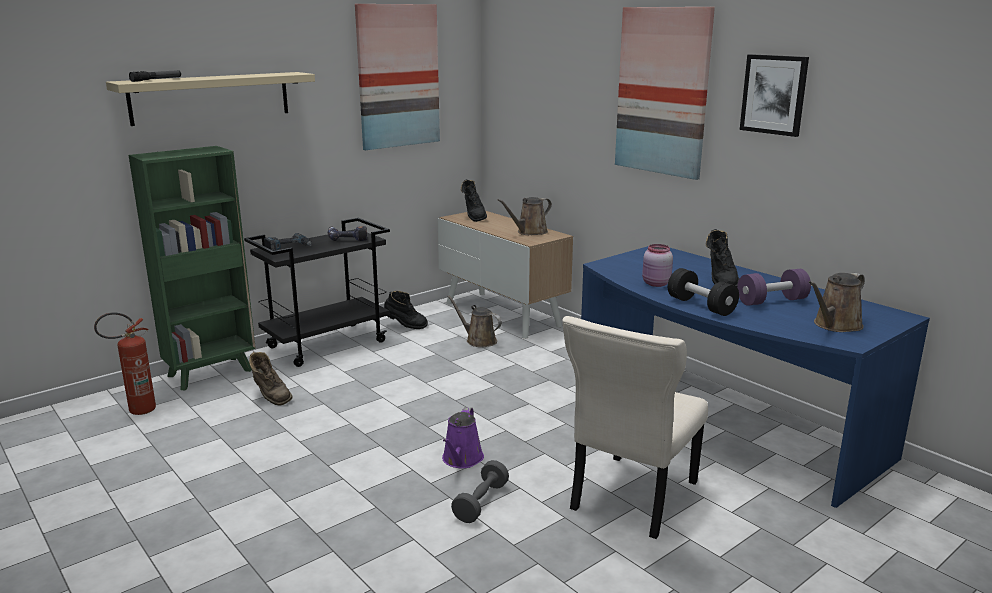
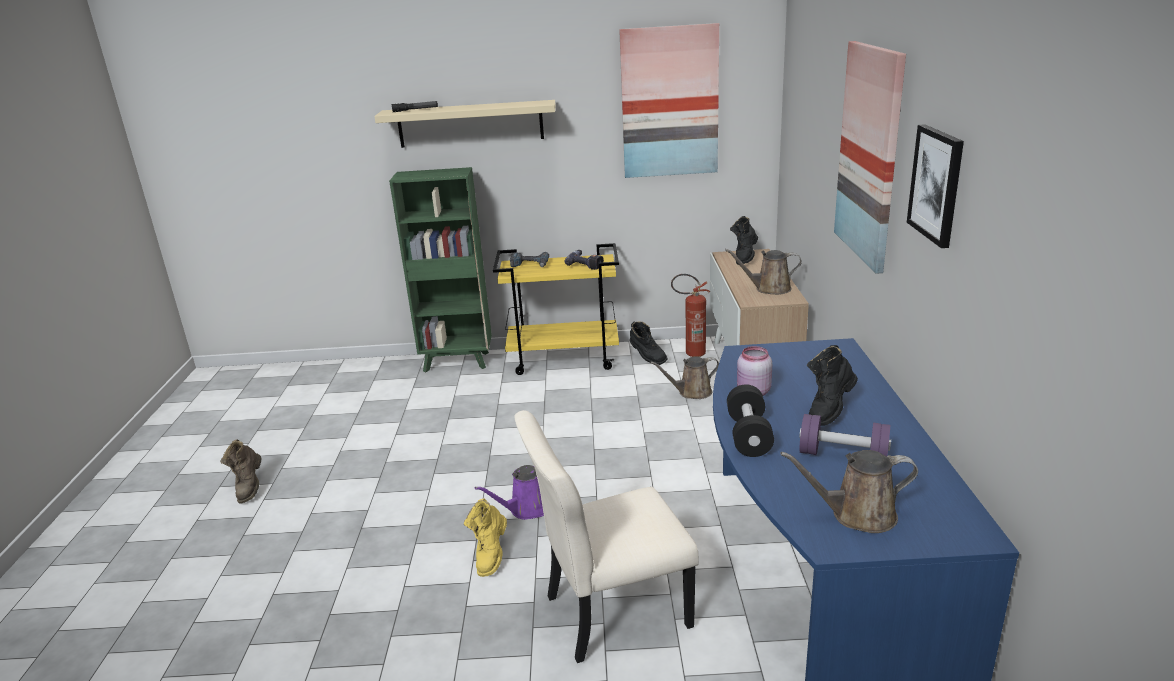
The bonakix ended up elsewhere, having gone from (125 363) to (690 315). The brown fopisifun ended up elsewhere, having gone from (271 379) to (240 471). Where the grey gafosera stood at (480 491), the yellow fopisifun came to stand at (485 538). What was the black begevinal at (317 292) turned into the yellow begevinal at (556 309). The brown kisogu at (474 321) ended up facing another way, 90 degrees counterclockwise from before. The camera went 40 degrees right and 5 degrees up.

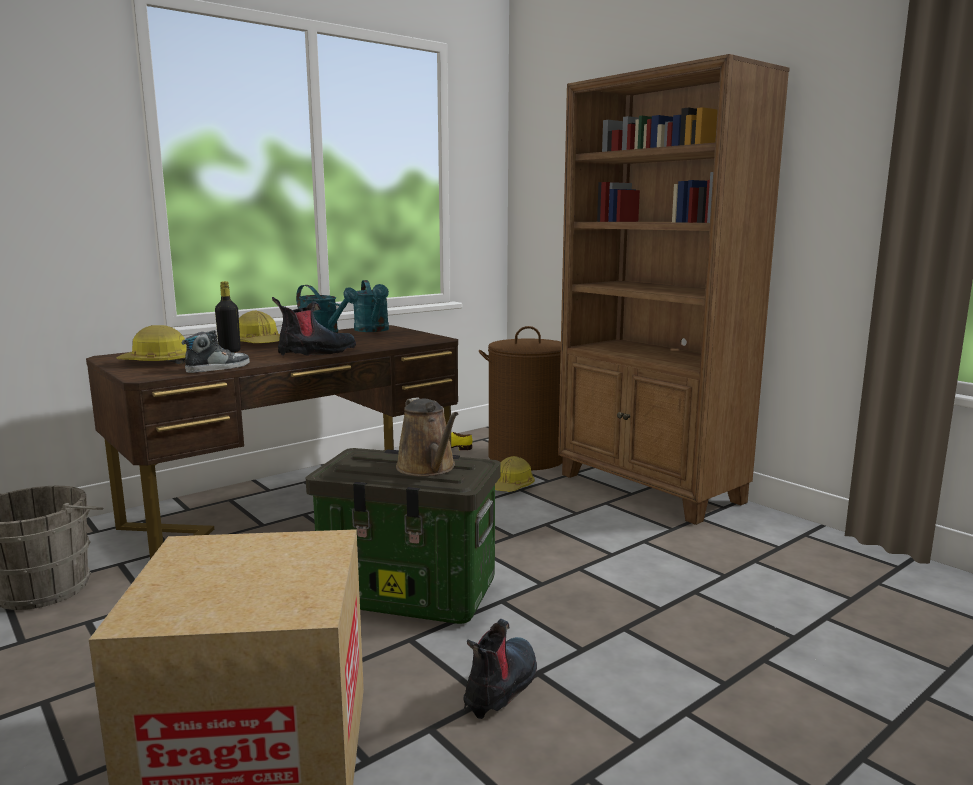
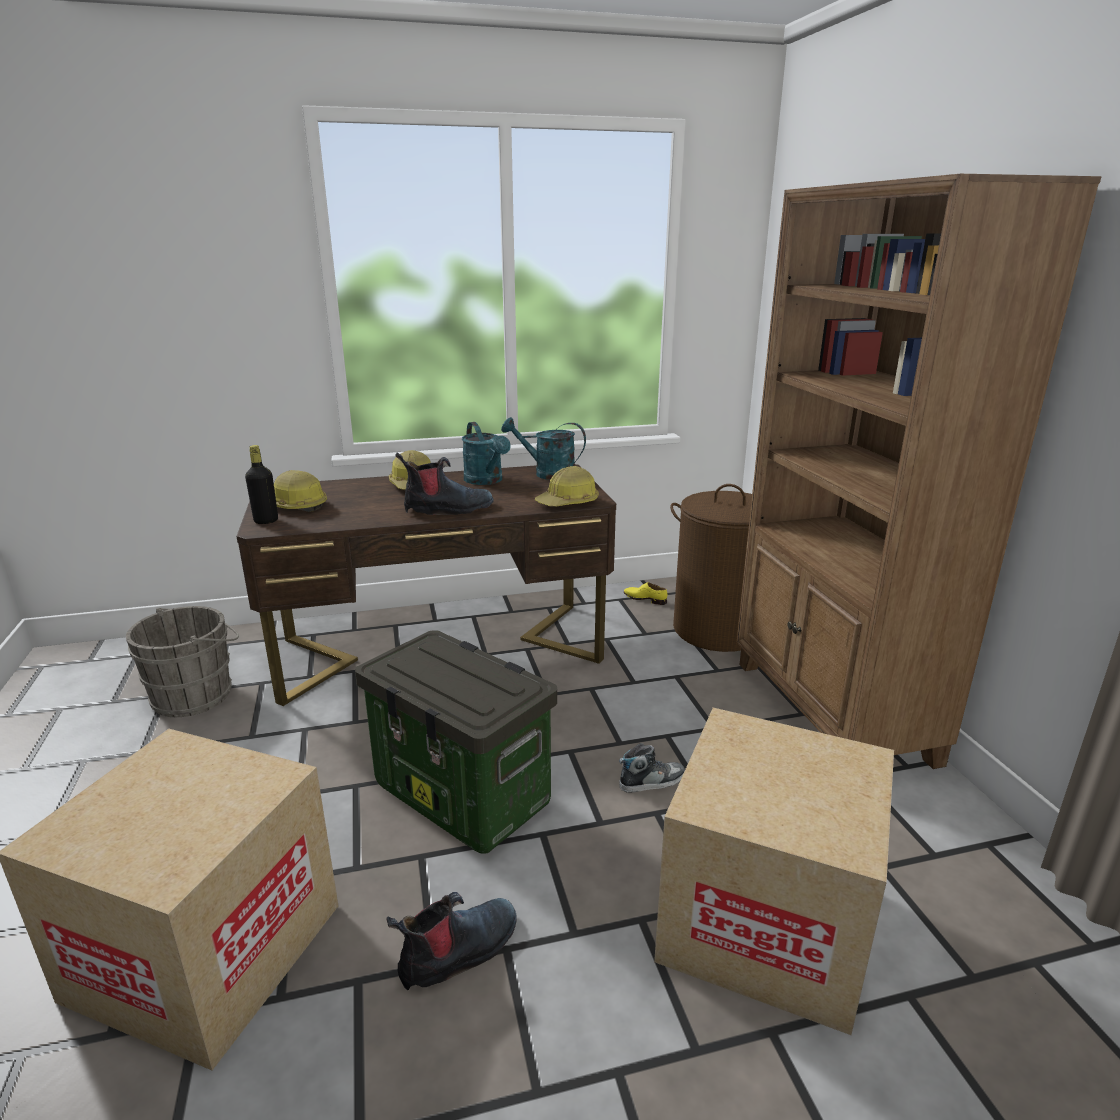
The second view lost the brown kisogu at (427 436). The second view gained the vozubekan at (774 871). The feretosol ended up elsewhere, having gone from (216 351) to (652 768). The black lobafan ended up elsewhere, having gone from (228 317) to (261 484). The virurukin ended up elsewhere, having gone from (515 474) to (566 486). The turquoise kisogu at (371 306) ended up facing another way, 105 degrees clockwise from before. The camera went 25 degrees right and 10 degrees up.

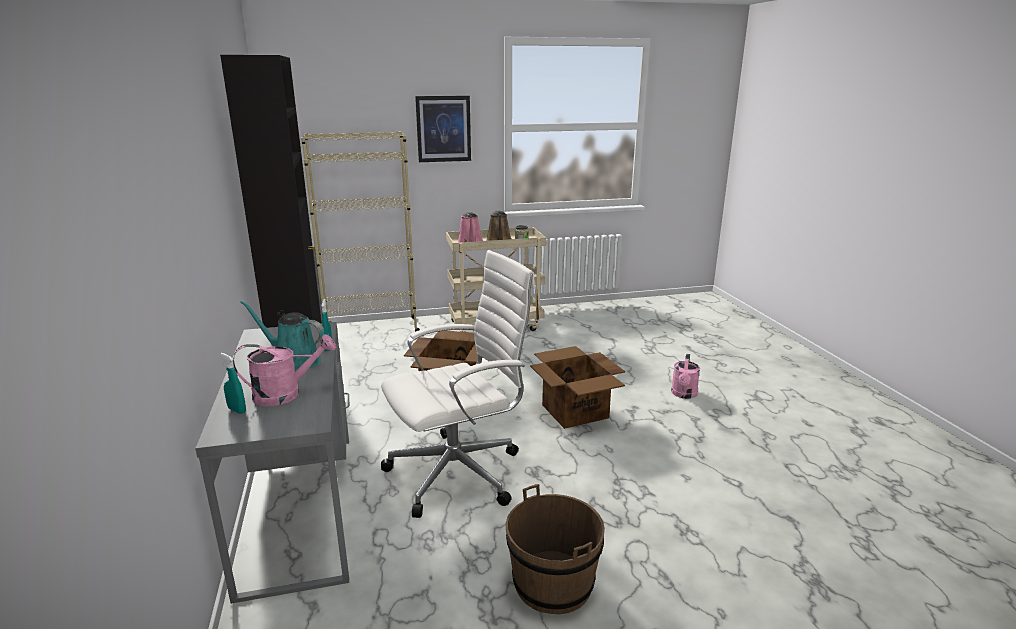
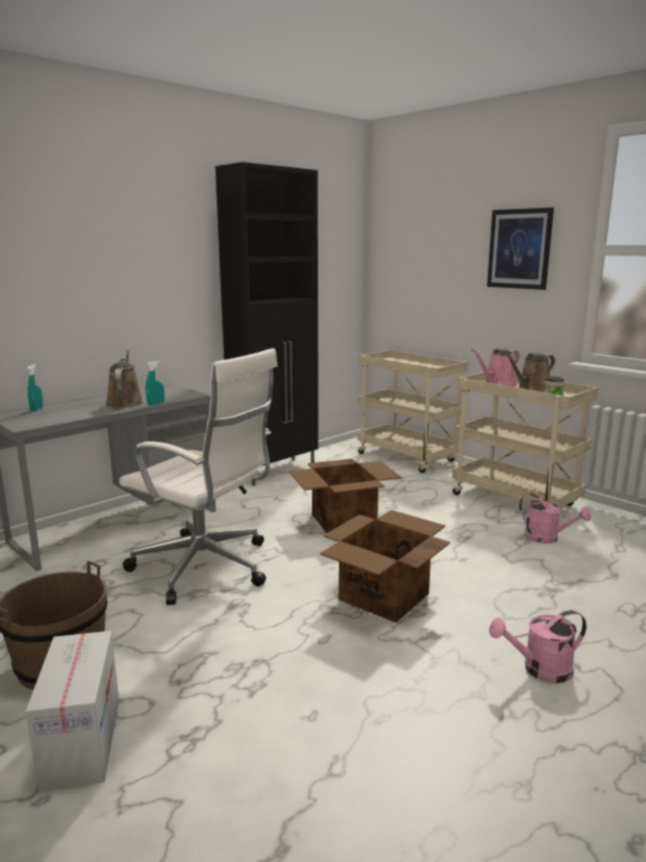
The second view gained the vozubekan at (72 711). The pink kisogu ended up elsewhere, having gone from (284 370) to (555 518). Where the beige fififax stood at (360 231), the beige begevinal came to stand at (413 411). What was the turquoise kisogu at (282 335) turned into the brown kisogu at (124 378). The camera went 60 degrees right and 5 degrees down.

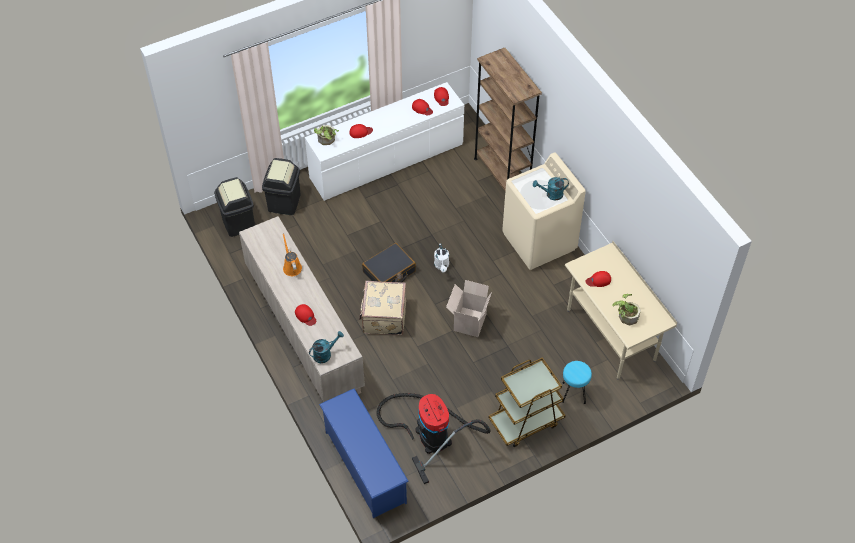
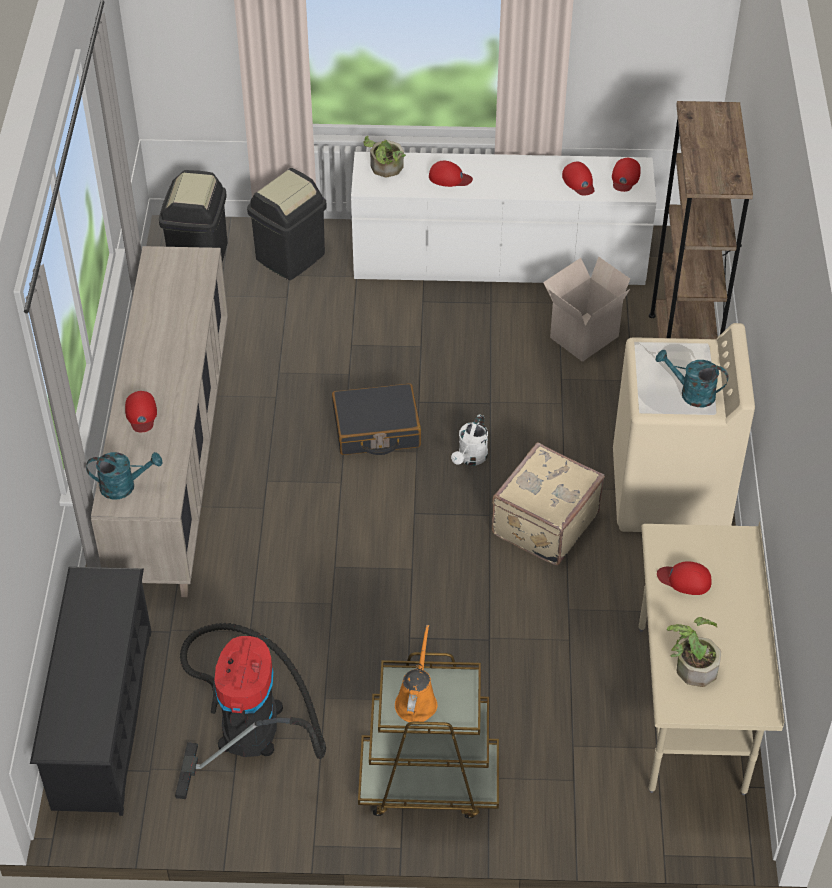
The second view lost the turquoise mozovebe at (577 382). The orange kisogu ended up elsewhere, having gone from (292 254) to (416 673). The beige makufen ended up elsewhere, having gone from (382 308) to (548 503). The vozubekan ended up elsewhere, having gone from (469 308) to (586 309). What was the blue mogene at (364 453) turned into the black mogene at (90 691). The camera went 30 degrees right and 5 degrees down.

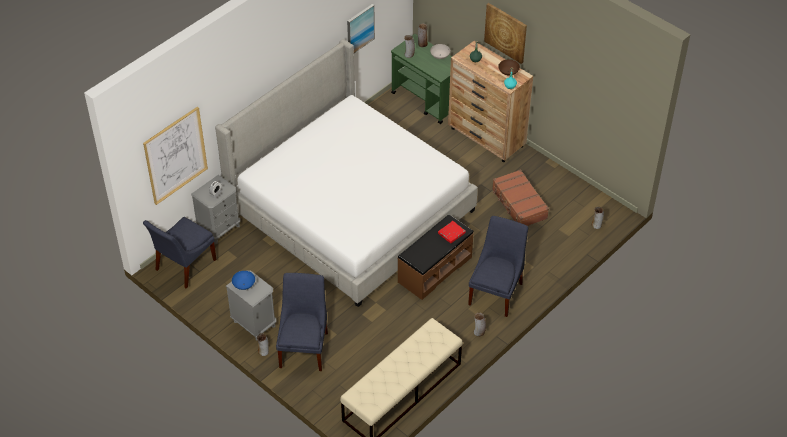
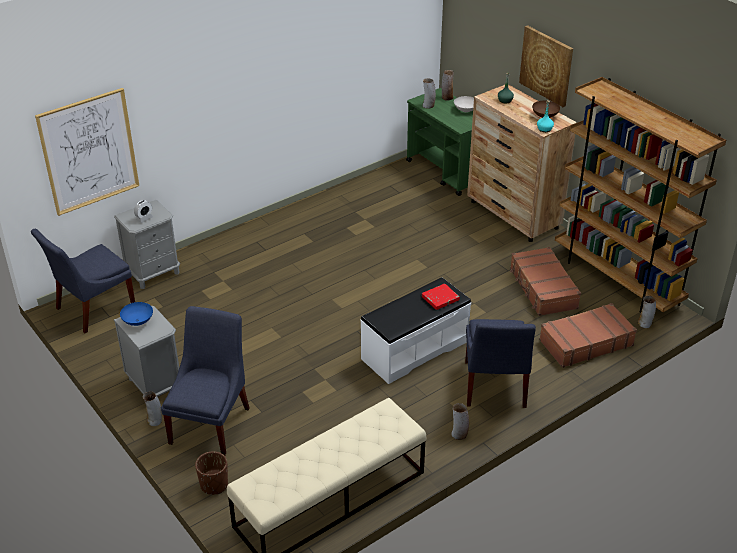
The second view lost the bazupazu at (346 173). The second view lost the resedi at (361 28). The second view gained the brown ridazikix at (211 473). The second view gained the brown makufen at (588 335). The second view gained the brown fififax at (640 195). What was the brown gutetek at (436 257) turned into the white gutetek at (416 330). The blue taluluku at (498 266) ended up facing another way, 150 degrees clockwise from before. The camera went 10 degrees right and 10 degrees down.

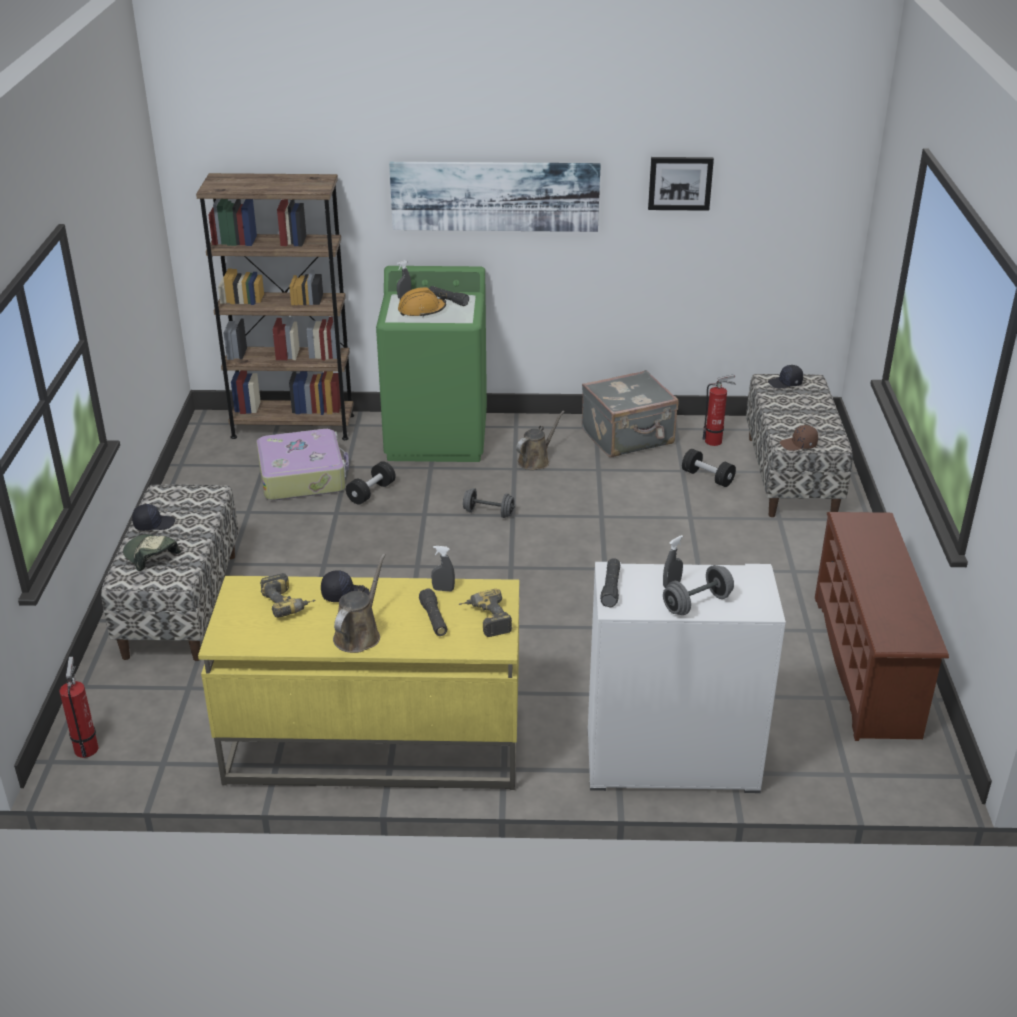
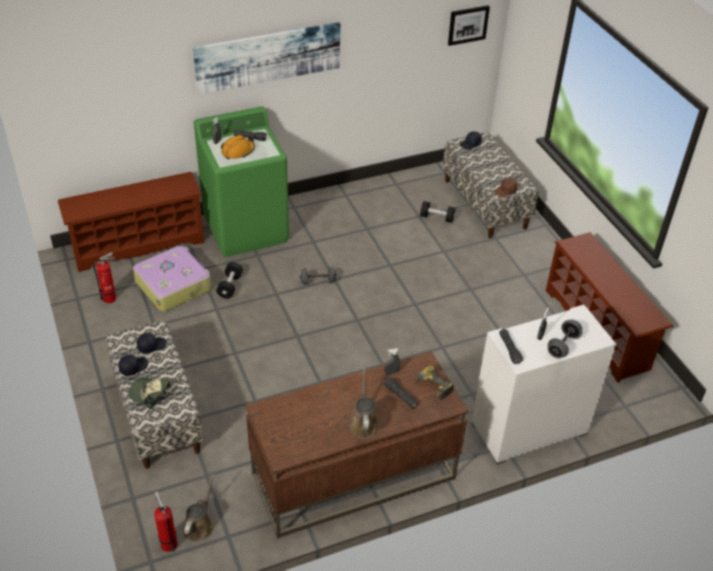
The second view lost the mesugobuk at (287 595). The second view lost the grey makufen at (630 413). The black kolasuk ended up elsewhere, having gone from (345 586) to (152 343). The brown kisogu ended up elsewhere, having gone from (540 440) to (199 508). The resedi ended up elsewhere, having gone from (681 184) to (469 25). The bonakix ended up elsewhere, having gone from (719 410) to (104 277). Where the brown fififax stood at (275 306), the brown mogene came to stand at (131 222). What was the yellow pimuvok at (358 683) turned into the brown pimuvok at (356 445). The camera went 25 degrees left and 10 degrees up.

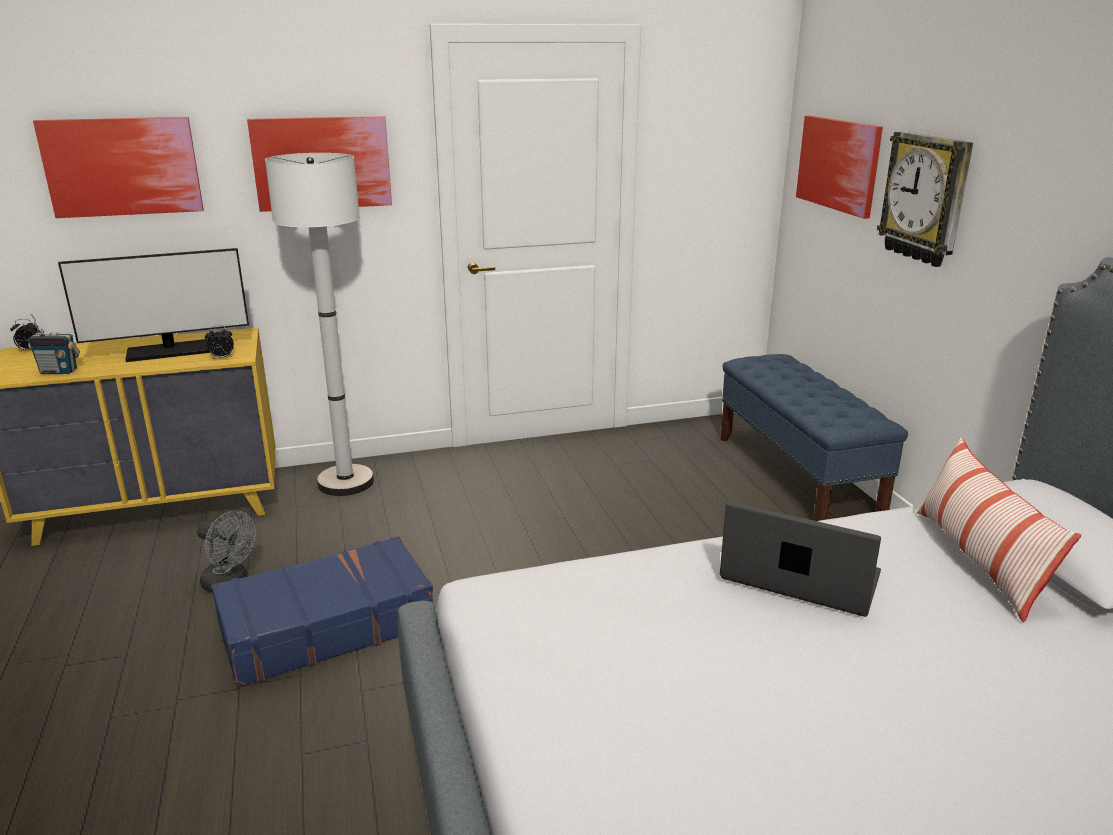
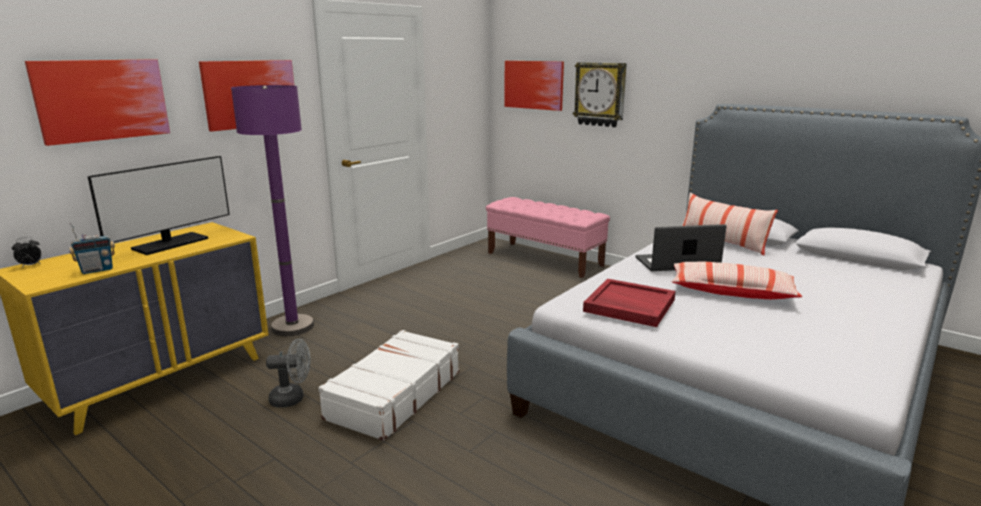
The second view lost the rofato at (219 342). The second view gained the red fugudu at (629 303). The second view gained the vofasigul at (737 280). What was the blue makufen at (322 612) turned into the white makufen at (388 385). What was the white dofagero at (319 324) turned into the purple dofagero at (272 210). What was the blue gutetek at (814 437) turned into the pink gutetek at (548 237). The camera went 35 degrees left and 5 degrees down.

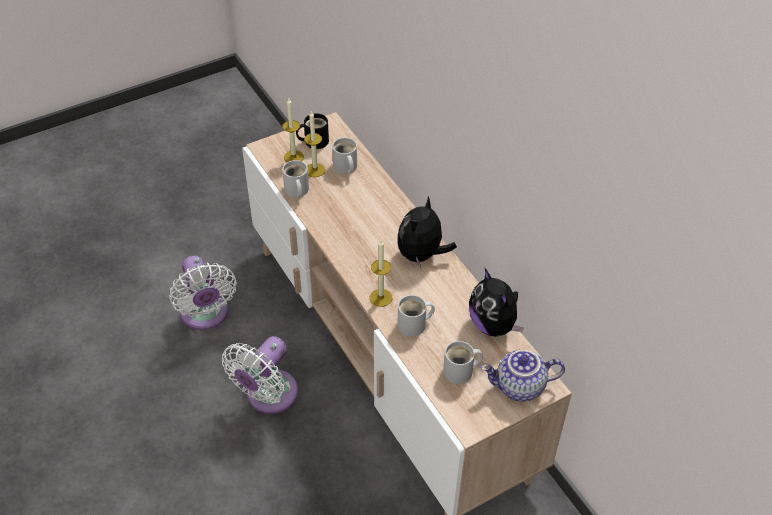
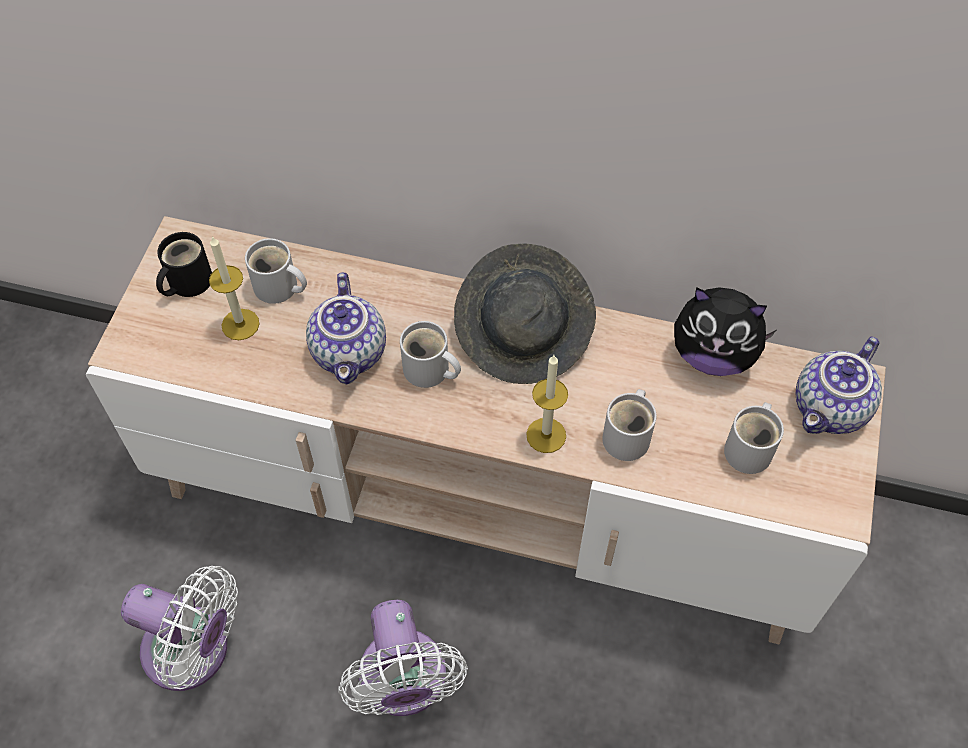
The second view lost the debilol at (293 130). The second view gained the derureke at (346 328). The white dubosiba ended up elsewhere, having gone from (295 178) to (430 354). Where the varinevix stood at (427 232), the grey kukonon came to stand at (525 314). The camera went 45 degrees left and 10 degrees up.

